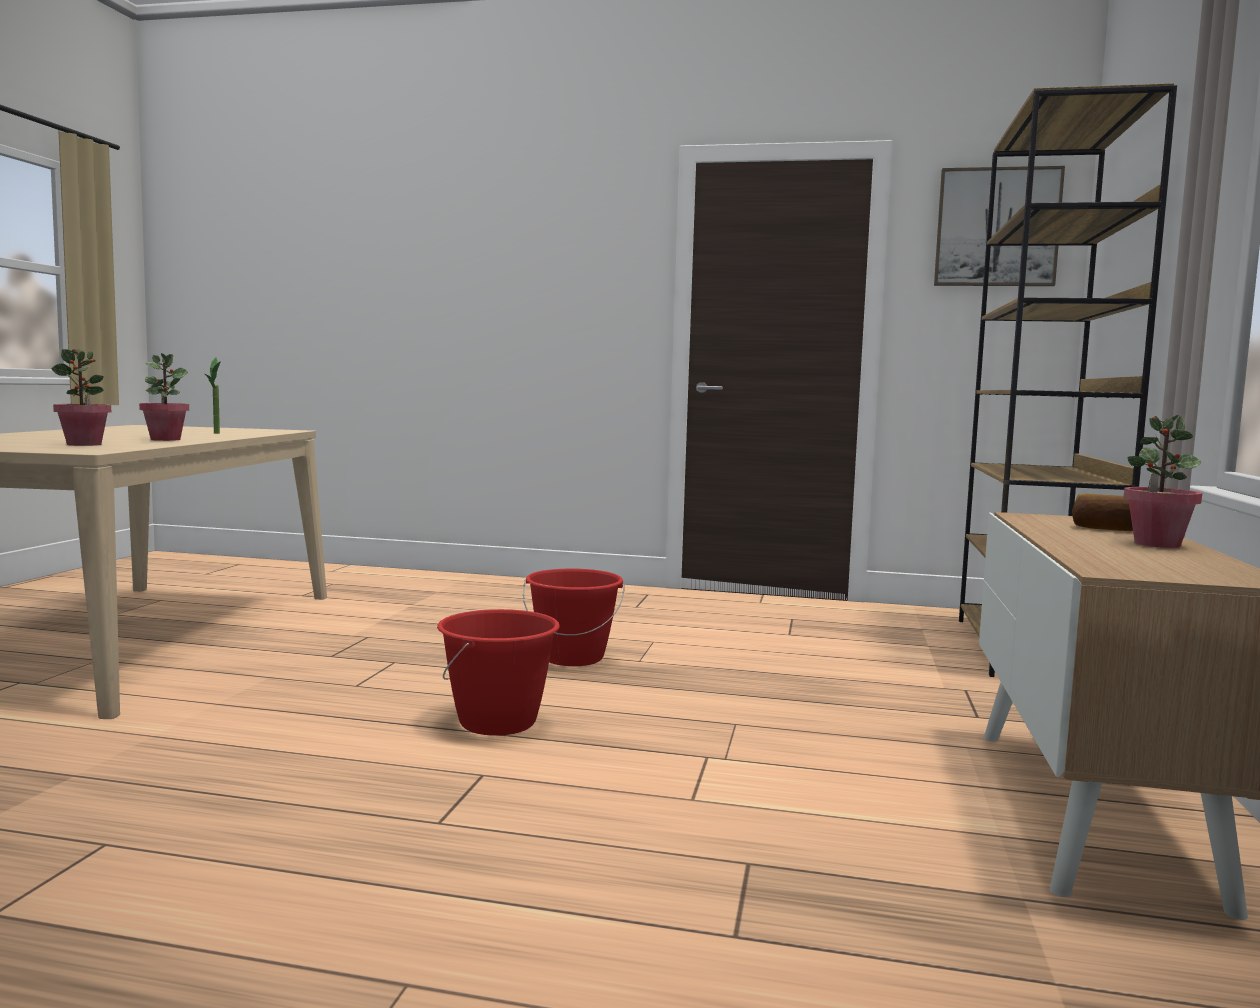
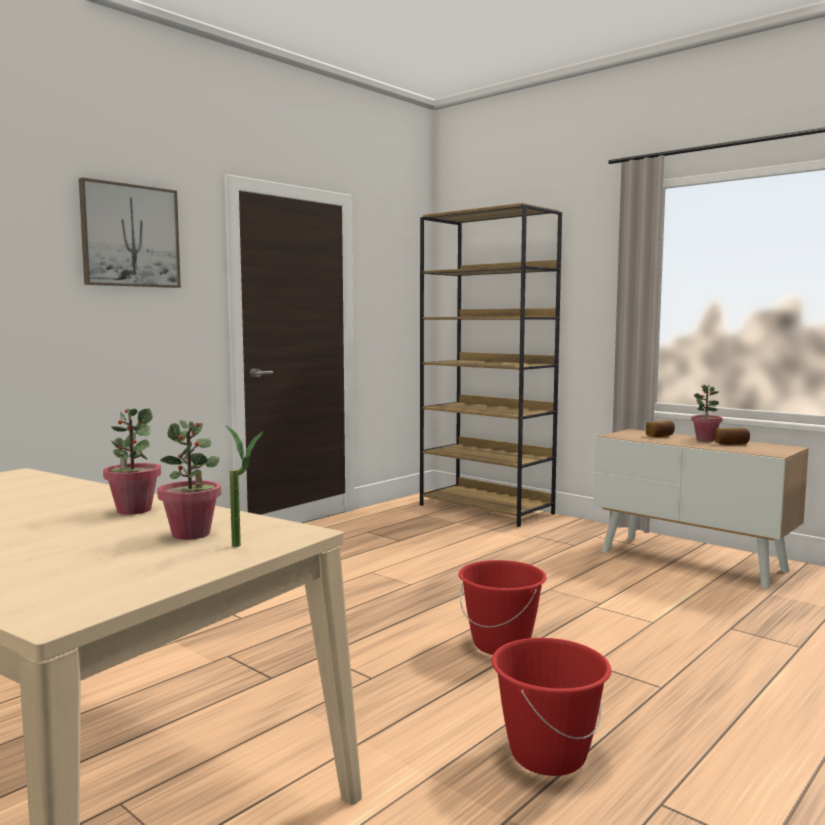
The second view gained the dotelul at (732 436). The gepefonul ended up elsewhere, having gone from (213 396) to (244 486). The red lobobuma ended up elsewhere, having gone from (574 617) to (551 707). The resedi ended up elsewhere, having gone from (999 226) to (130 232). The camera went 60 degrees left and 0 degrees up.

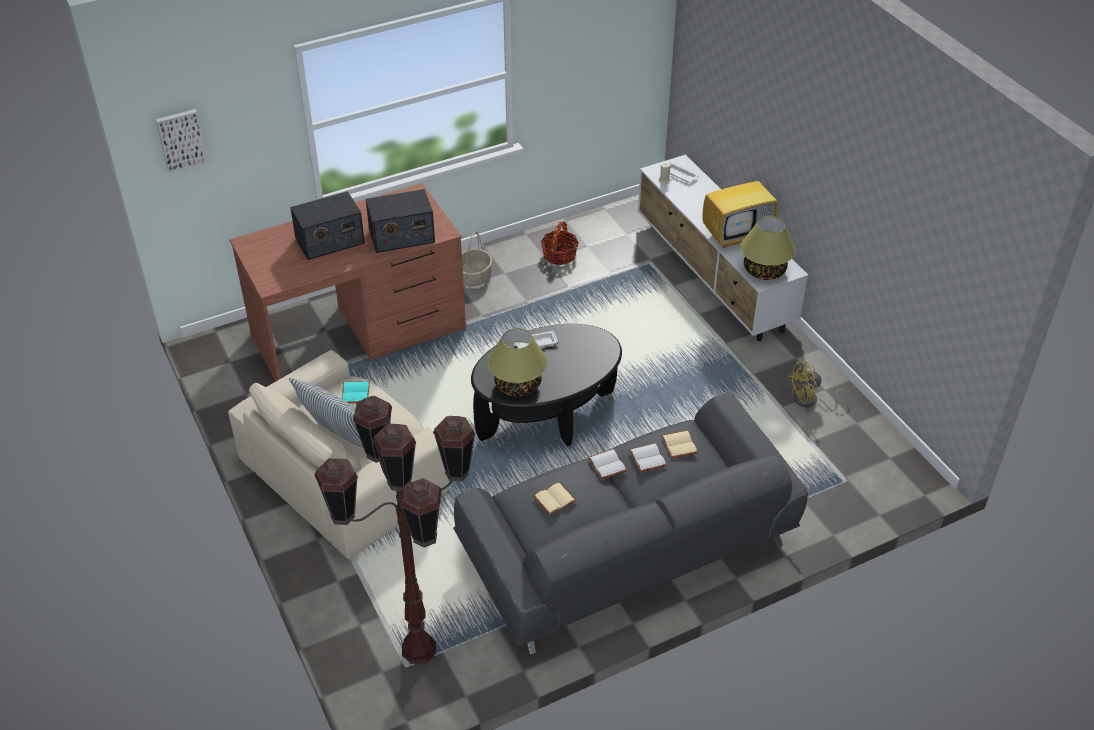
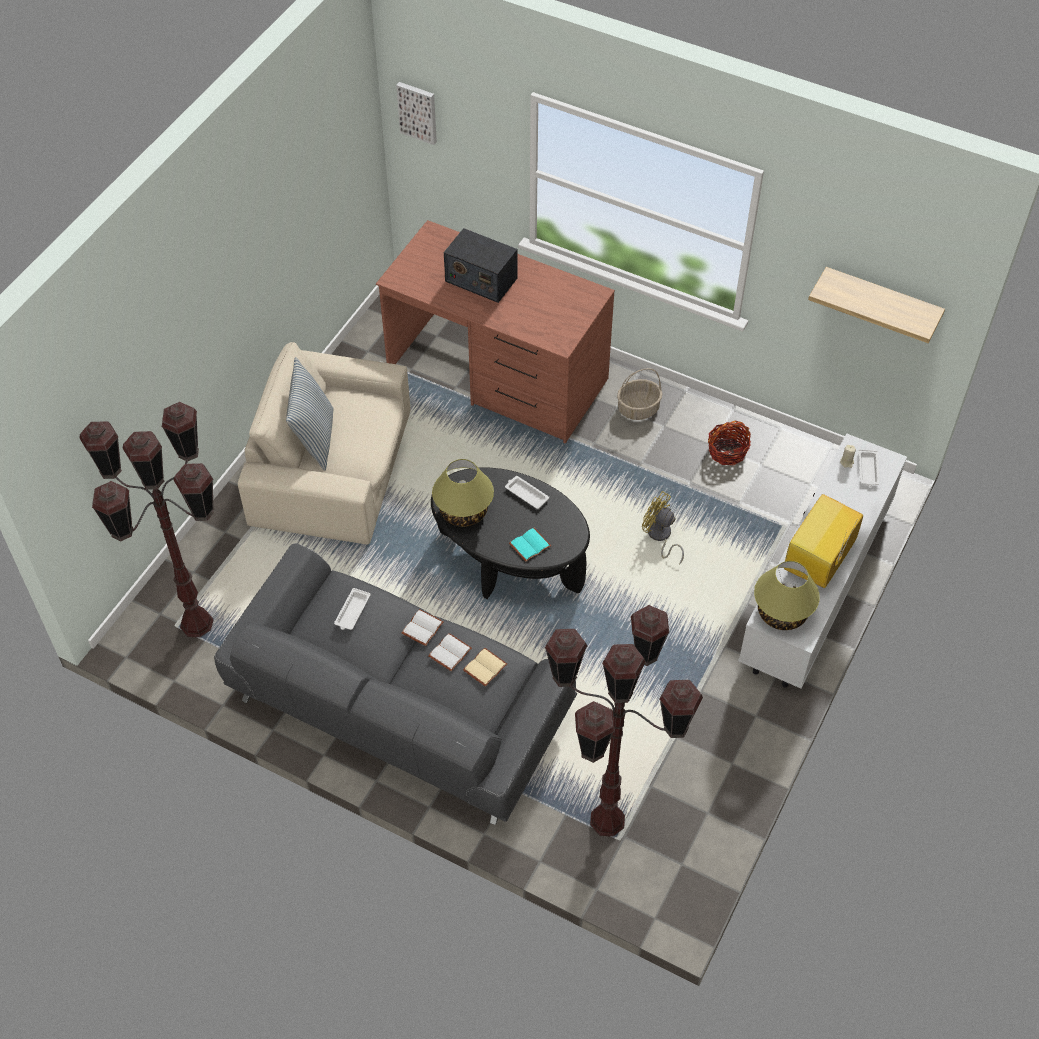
The second view lost the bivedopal at (400 221). The second view gained the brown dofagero at (624 721). The second view gained the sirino at (876 305). The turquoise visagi ended up elsewhere, having gone from (356 392) to (530 545). The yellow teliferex ended up elsewhere, having gone from (819 386) to (663 528). Where the beige visagi stood at (555 498), the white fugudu came to stand at (352 609). The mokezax at (739 200) ended up facing another way, 90 degrees clockwise from before. The camera went 55 degrees right and 10 degrees up.

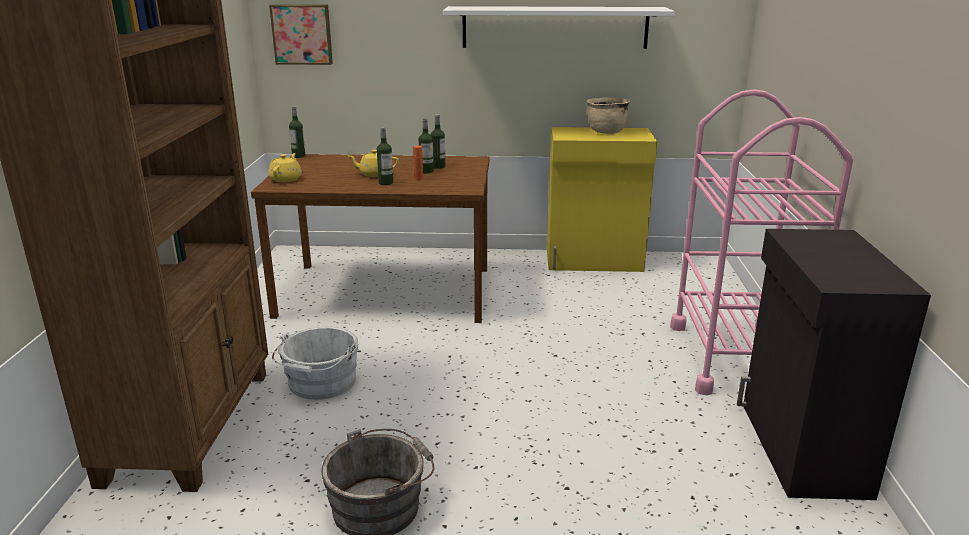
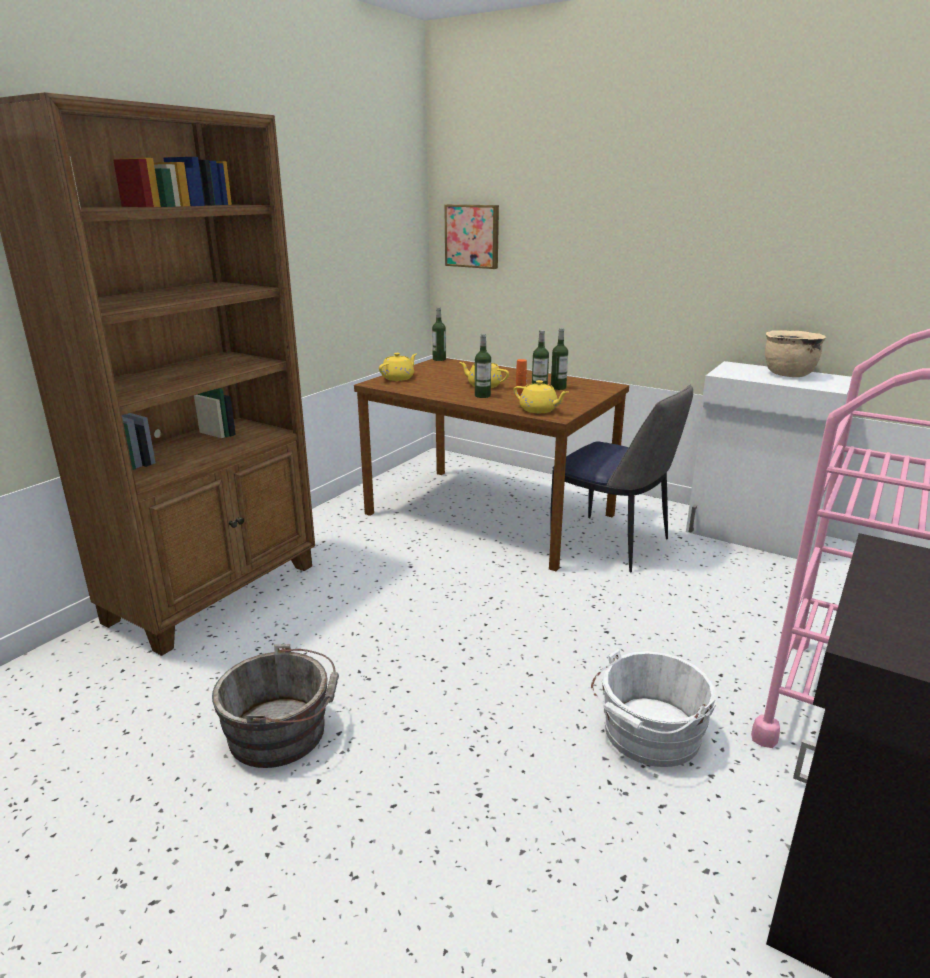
The second view lost the white sirino at (559 27). The second view gained the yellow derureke at (541 396). The second view gained the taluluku at (621 478). The white lobobuma ended up elsewhere, having gone from (315 363) to (654 708). What was the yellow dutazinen at (602 199) turned into the white dutazinen at (769 461). The camera went 30 degrees right and 0 degrees up.

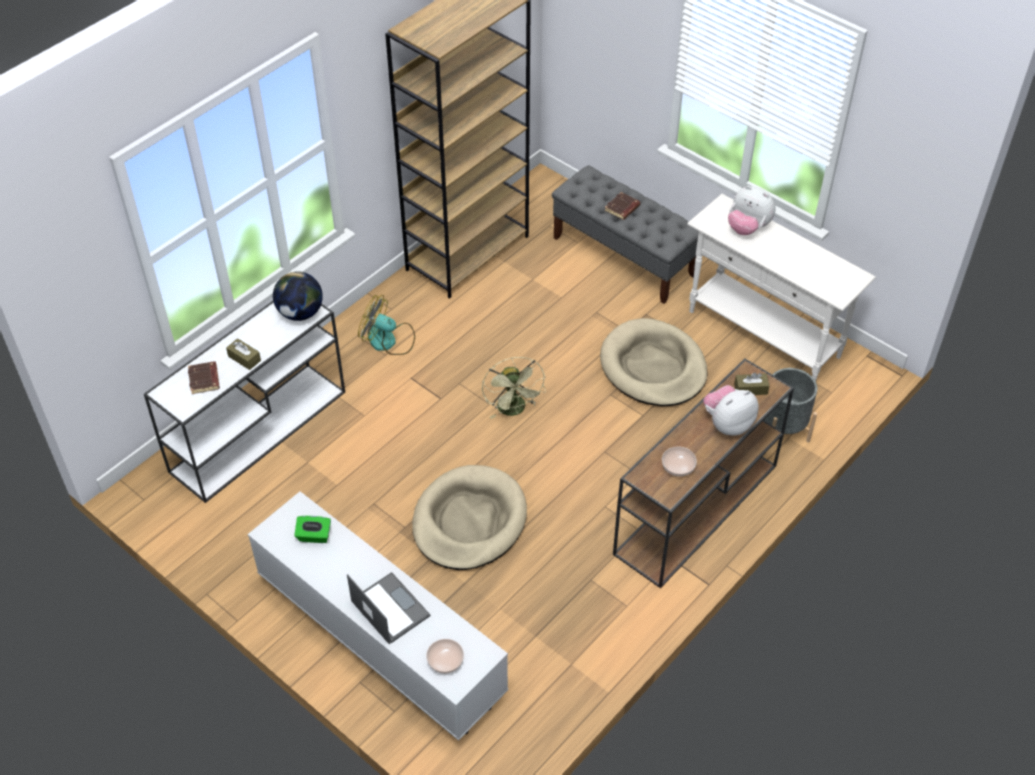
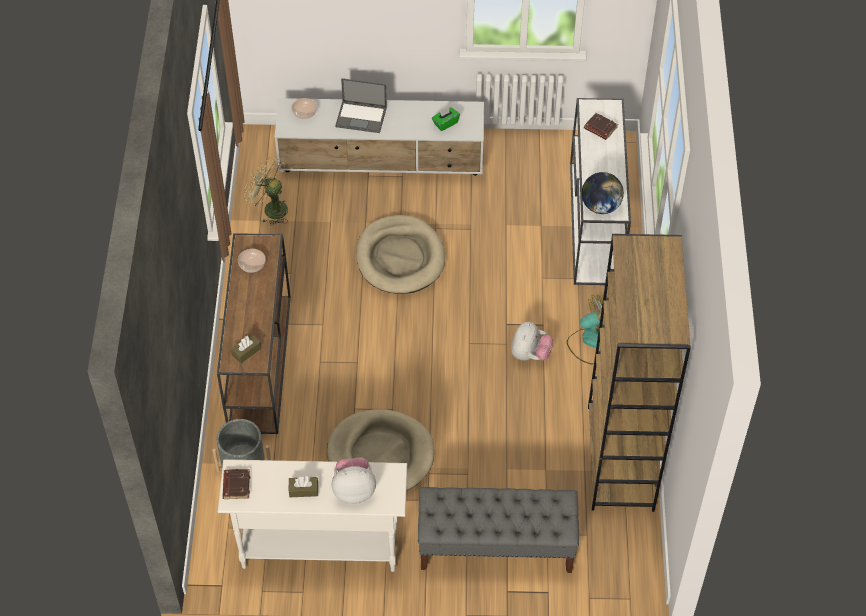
The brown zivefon ended up elsewhere, having gone from (243 354) to (303 486). The green teliferex ended up elsewhere, having gone from (514 388) to (266 191). The brown visagi ended up elsewhere, having gone from (622 206) to (236 484). The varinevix ended up elsewhere, having gone from (731 410) to (532 341). The camera went 140 degrees right and 5 degrees up.

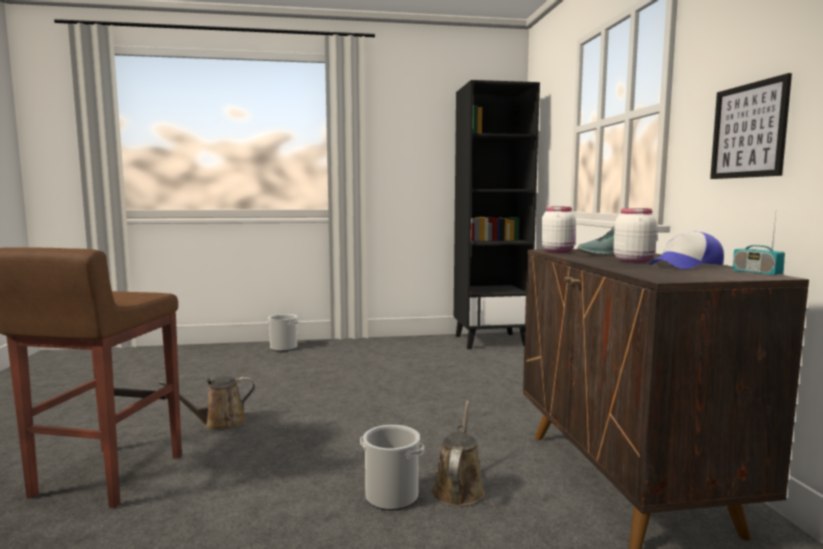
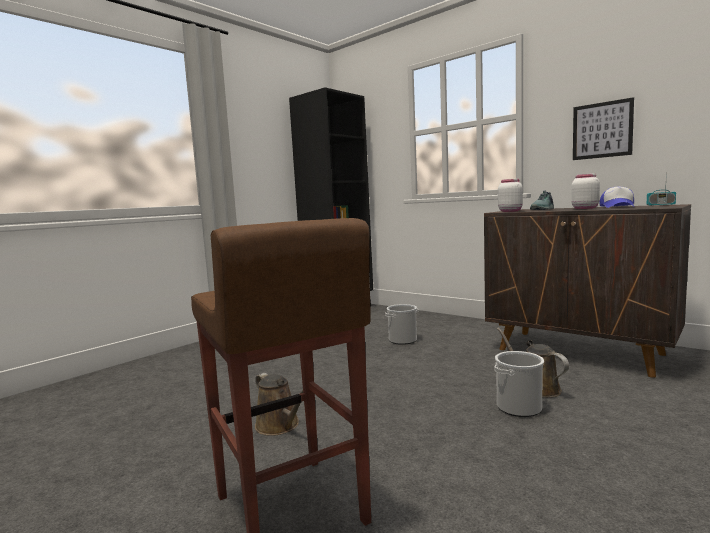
The lobobuma ended up elsewhere, having gone from (283 332) to (401 324). The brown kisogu at (207 403) ended up facing another way, 60 degrees counterclockwise from before. The camera went 40 degrees left and 0 degrees up.

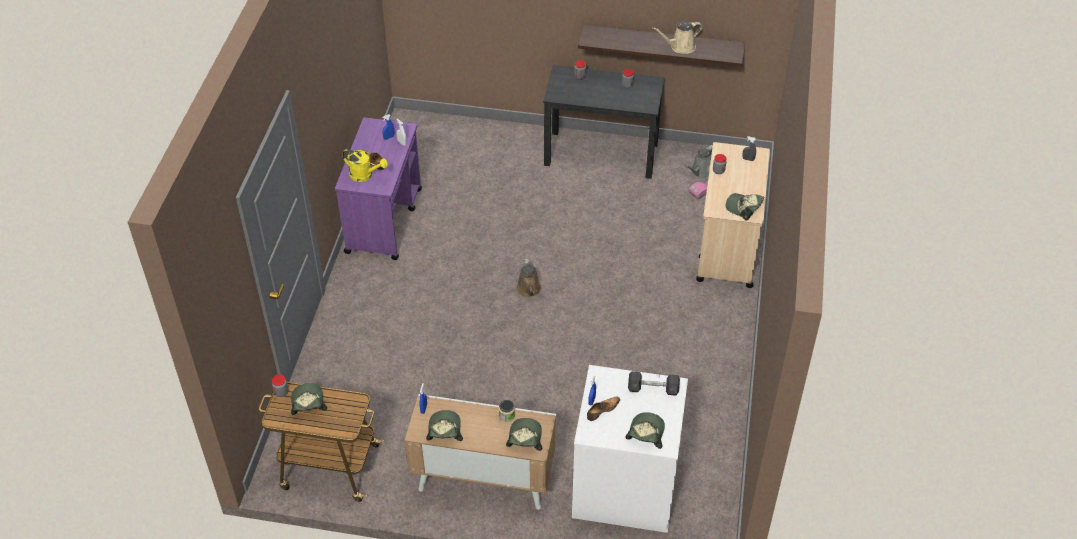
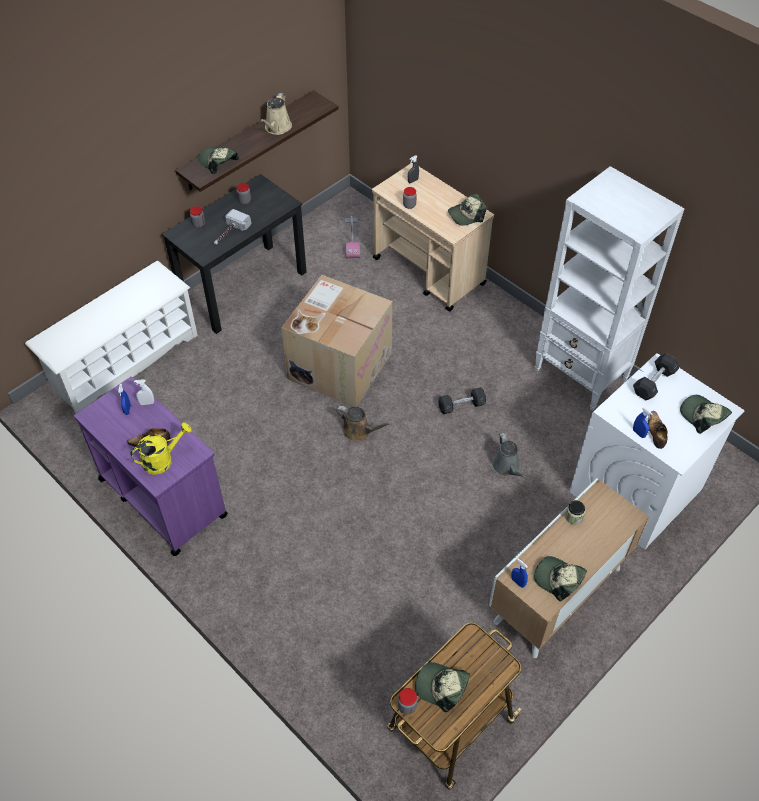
The second view gained the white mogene at (111 337). The second view gained the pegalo at (232 227). The second view gained the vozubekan at (337 341). The second view gained the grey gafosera at (462 400). The second view gained the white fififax at (609 288). The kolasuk ended up elsewhere, having gone from (524 434) to (218 160). The grey kisogu ended up elsewhere, having gone from (699 162) to (508 456). The camera went 55 degrees left and 5 degrees up.

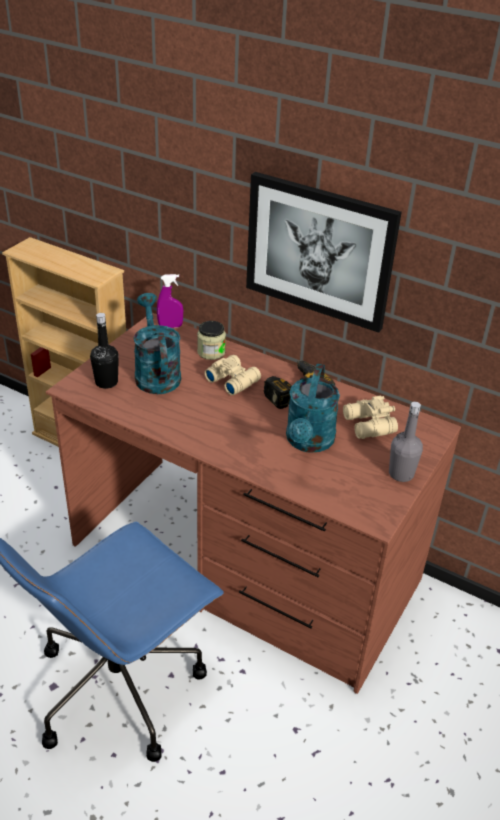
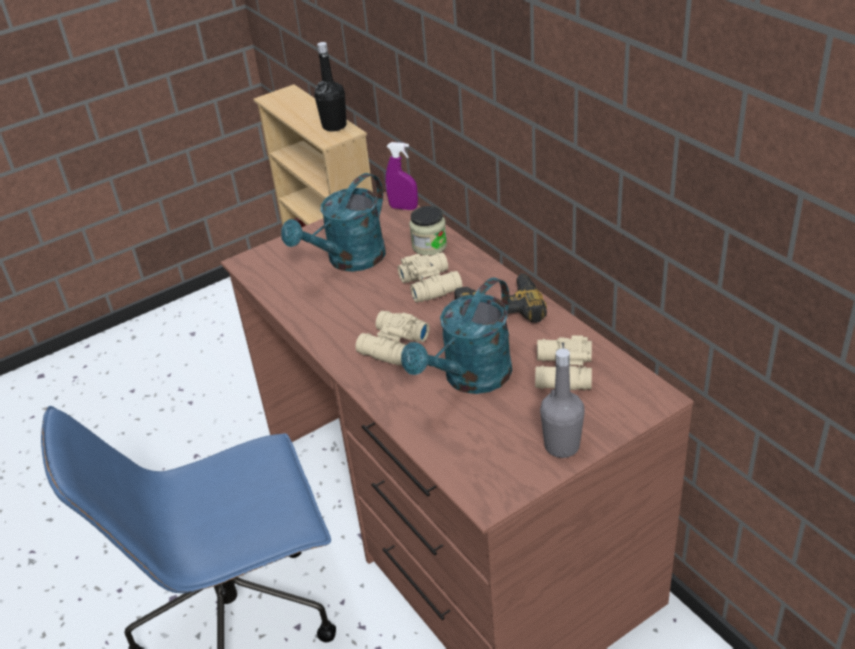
The second view lost the resedi at (324 252). The second view gained the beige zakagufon at (393 338). The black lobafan ended up elsewhere, having gone from (104 351) to (330 86). The turquoise kisogu at (157 343) ended up facing another way, 150 degrees counterclockwise from before. The camera went 30 degrees right and 0 degrees up.

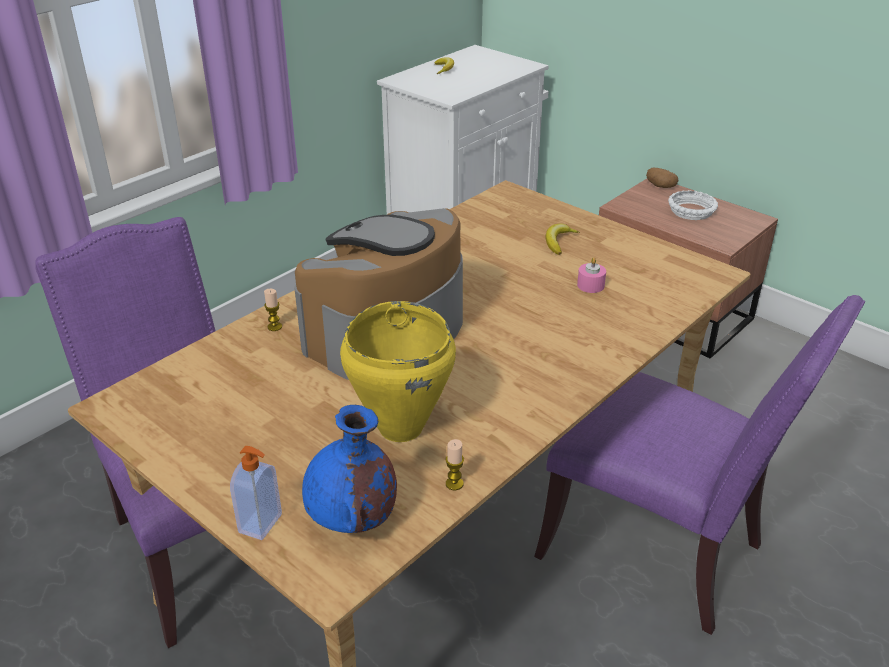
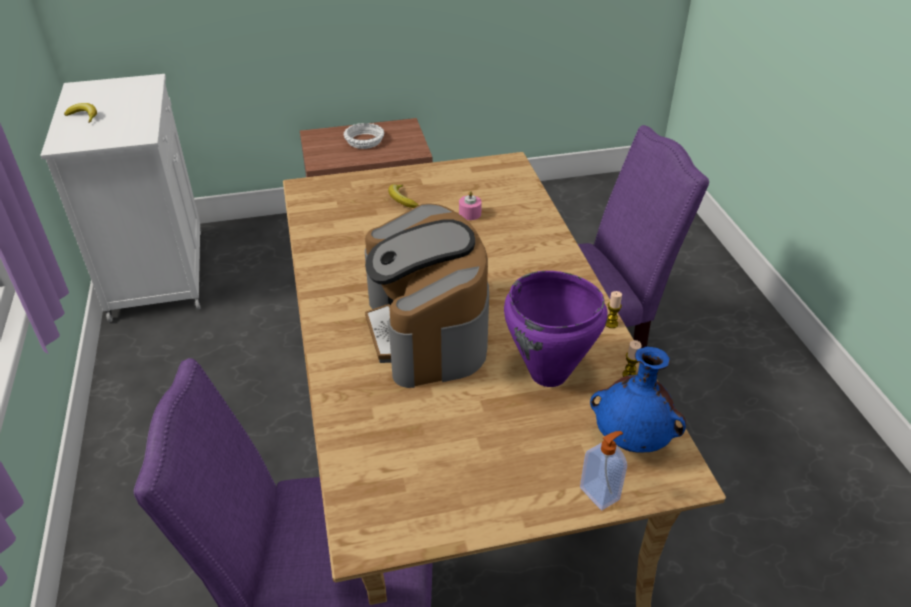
The second view lost the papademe at (662 178). The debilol ended up elsewhere, having gone from (273 310) to (614 309). What was the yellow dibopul at (398 371) turned into the purple dibopul at (556 329). The camera went 55 degrees left and 5 degrees up.

